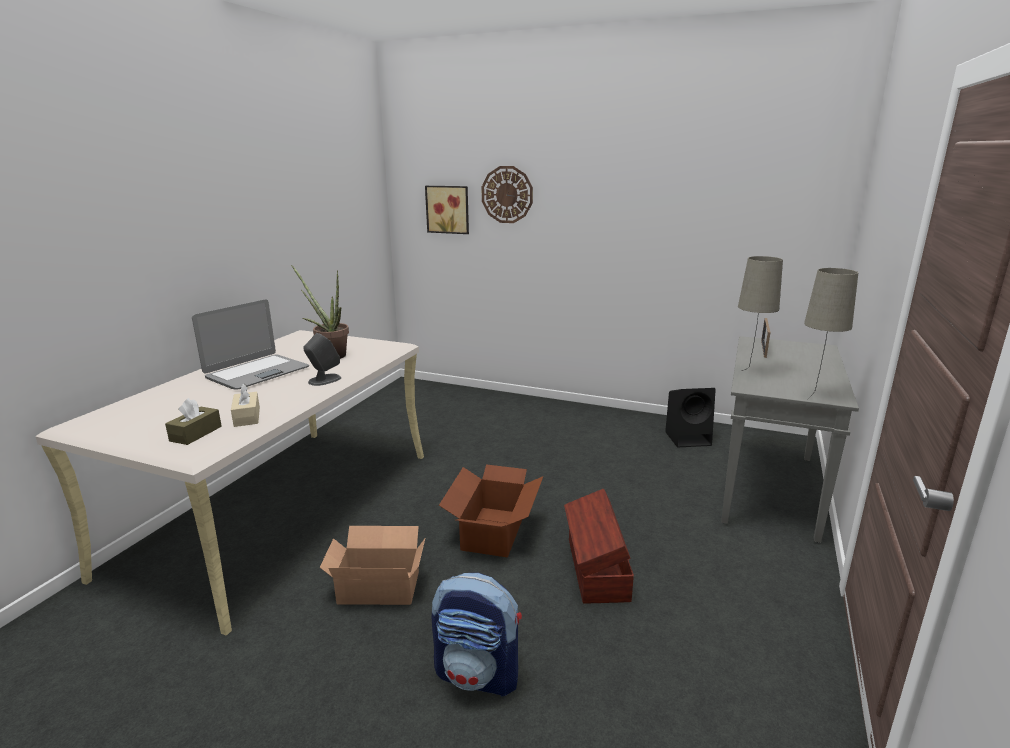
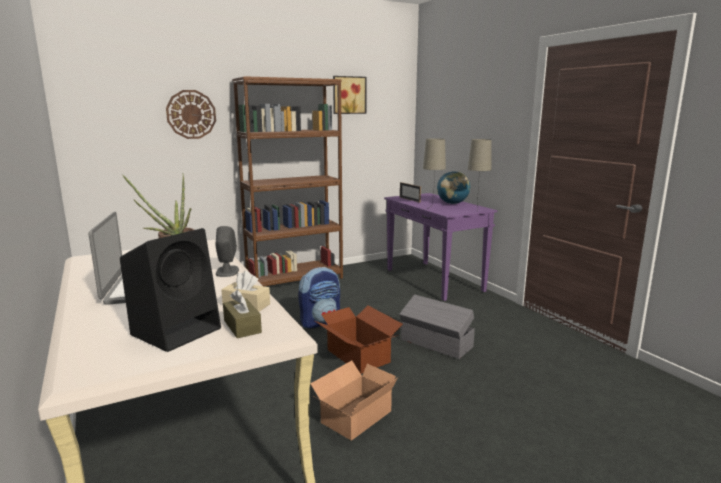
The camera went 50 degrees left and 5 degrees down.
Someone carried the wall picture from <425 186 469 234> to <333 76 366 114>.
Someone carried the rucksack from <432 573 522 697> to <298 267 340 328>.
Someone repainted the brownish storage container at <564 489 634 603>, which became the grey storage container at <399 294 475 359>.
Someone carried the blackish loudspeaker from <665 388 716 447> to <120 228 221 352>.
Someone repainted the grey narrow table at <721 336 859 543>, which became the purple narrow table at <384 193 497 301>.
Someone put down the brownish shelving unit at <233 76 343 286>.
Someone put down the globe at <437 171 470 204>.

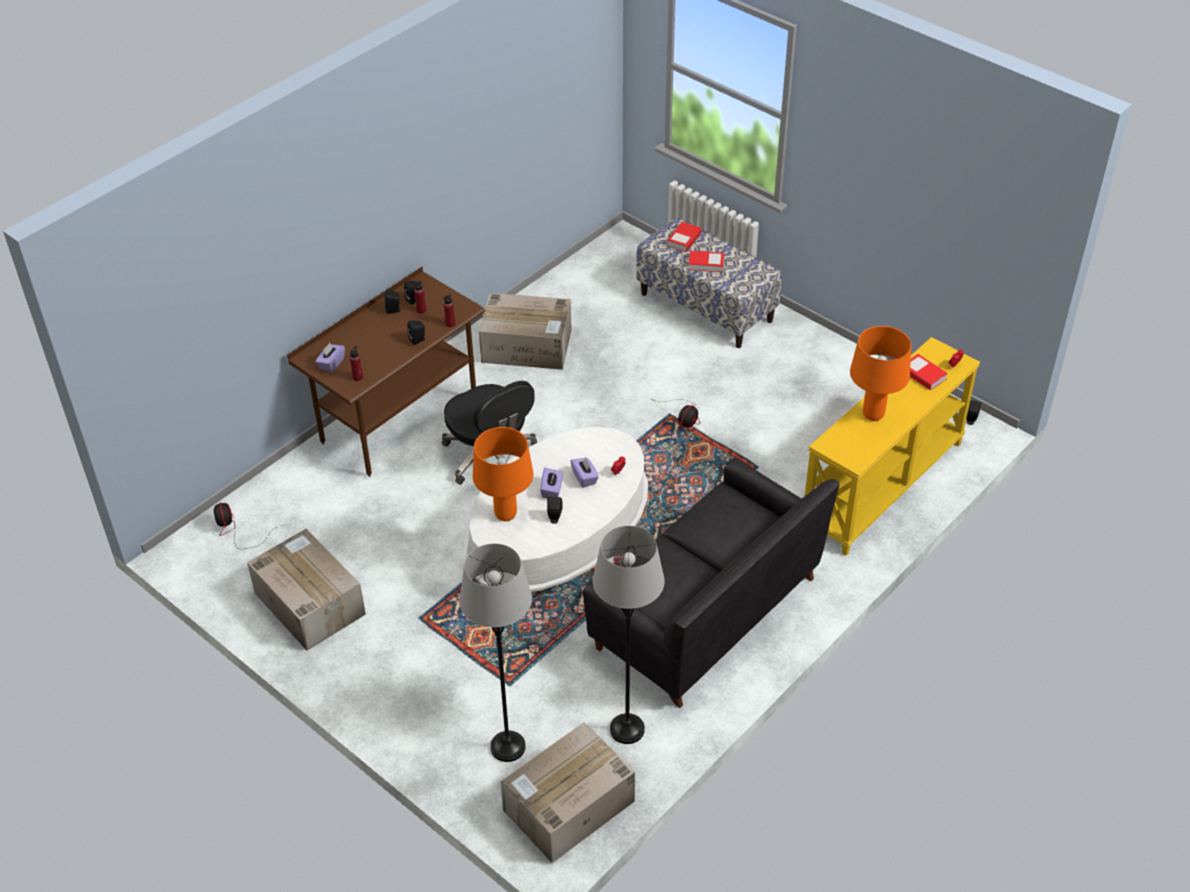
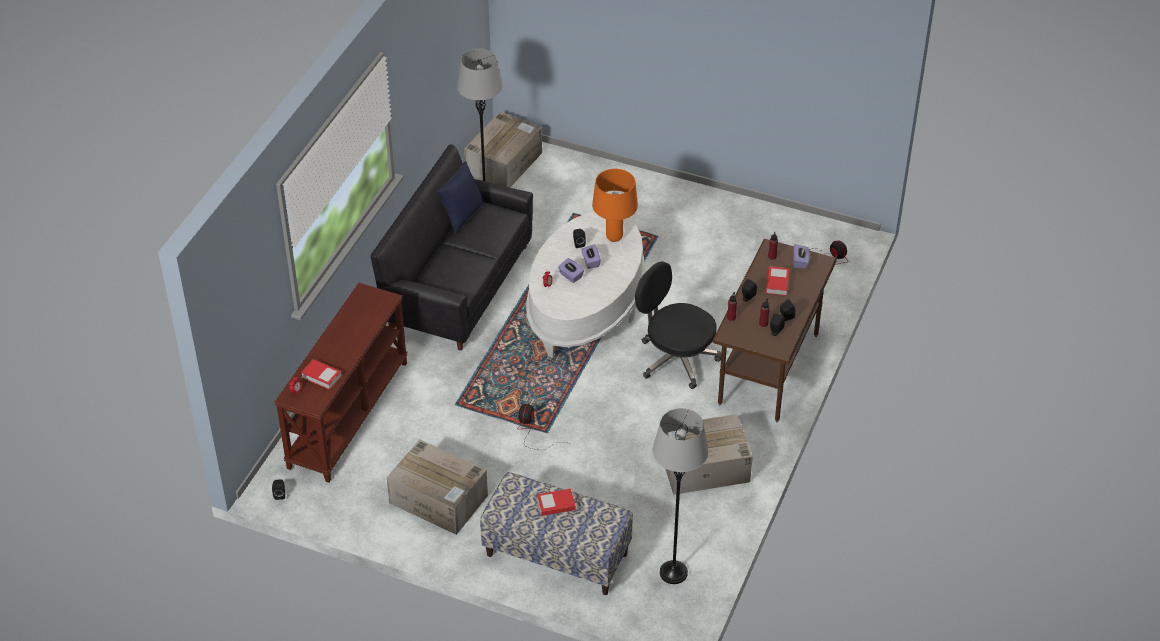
The camera went 160 degrees right and 0 degrees up.
Someone carried the cardboard box from <247 528 366 651> to <387 439 488 535>.
Someone carried the grey standing lamp from <459 544 532 762> to <653 408 708 584>.
Someone carried the volume from <667 222 702 252> to <766 266 789 296>.
Someone repainted the yellowish narrow table at <805 337 980 556>, which became the brownish narrow table at <274 283 408 483>.
Someone took away the orangey lamp for a table at <850 326 911 421>.
Someone put down the bluish pillow at <437 161 483 234>.

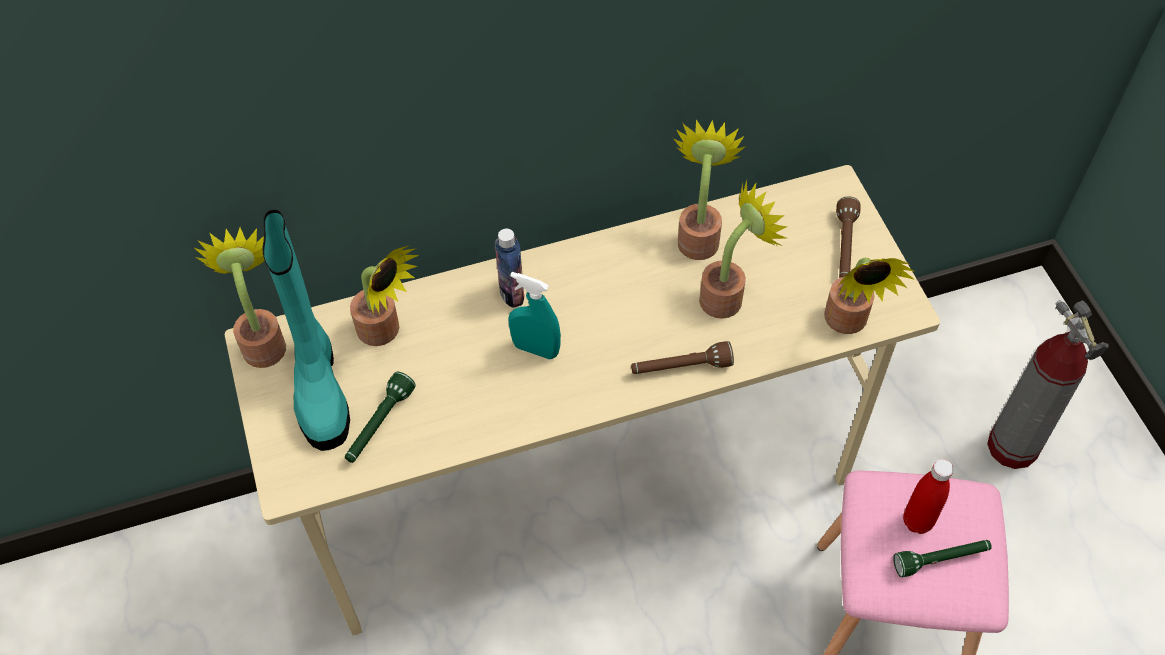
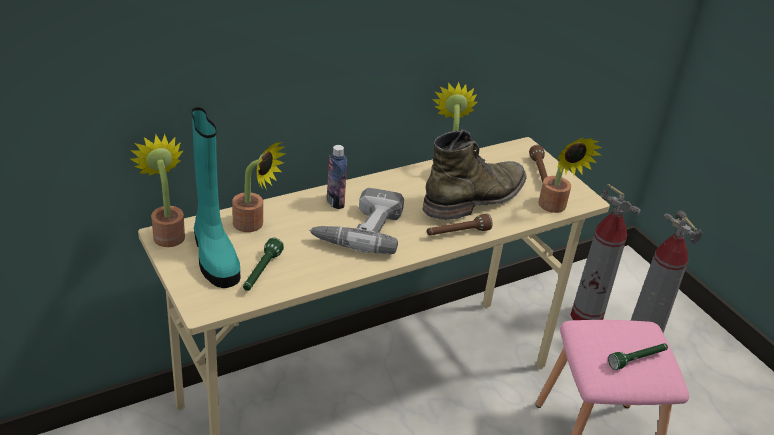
The camera went 15 degrees left and 20 degrees down.
Someone swapped the turquoise-coloured spray bottle at <508 272 561 359> for the electric drill at <309 188 404 254>.
Someone swapped the houseplant at <699 180 787 319> for the green-coloured tall boot at <423 129 527 220>.
Someone took away the red beverage bottle at <903 459 954 534>.
Someone put down the fire-fighting cylinder at <570 184 641 320>.

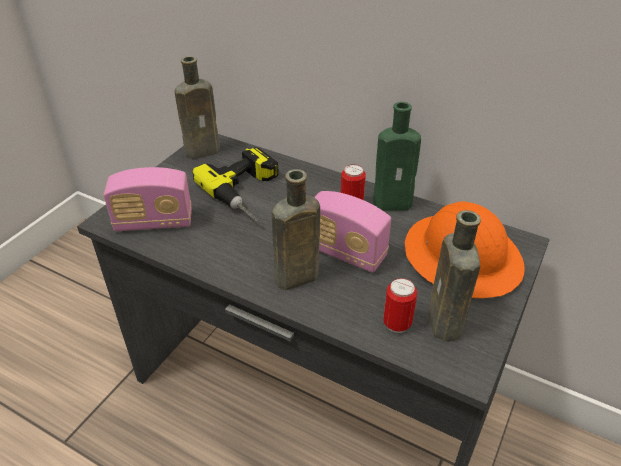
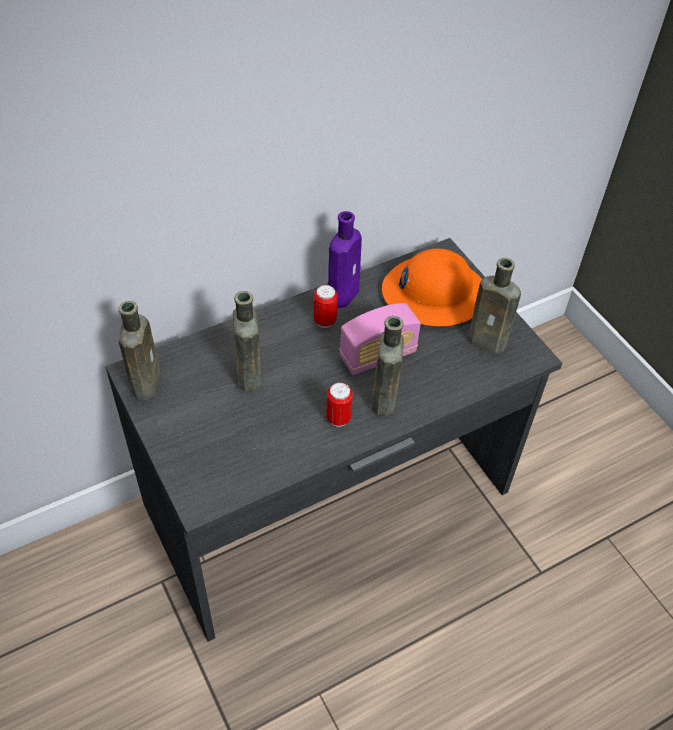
The camera went 60 degrees left and 10 degrees up.
Someone took away the radio at <104 167 192 231>.
Someone swapped the electric drill at <192 147 279 223> for the brownish beverage bottle at <233 291 261 392>.
Someone repainted the green-coloured beverage bottle at <373 102 421 211>, which became the purple beverage bottle at <328 211 362 308>.
Someone carried the metal can from <383 278 417 333> to <326 382 353 427>.

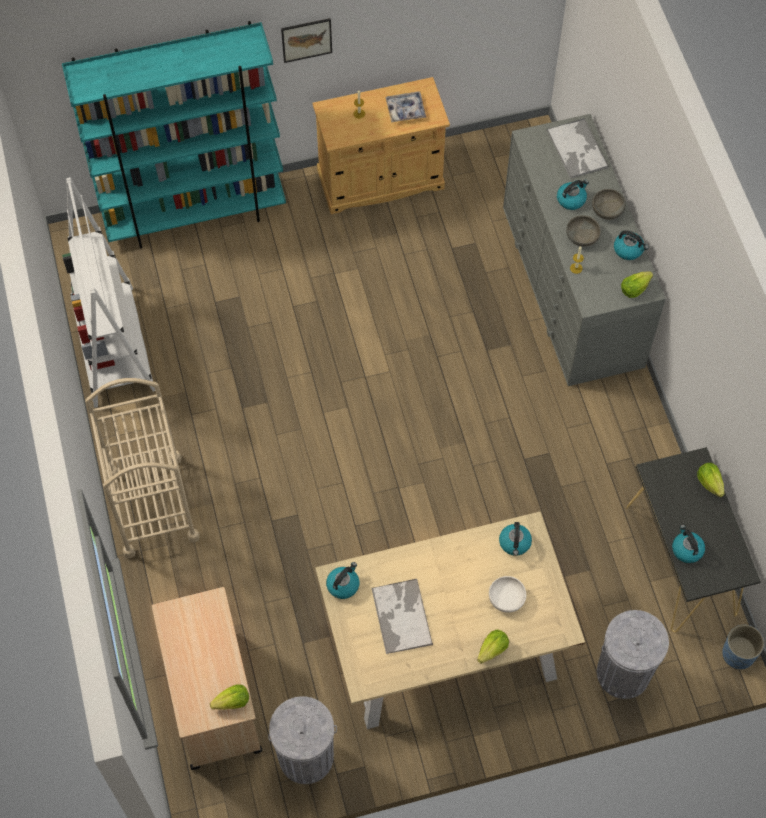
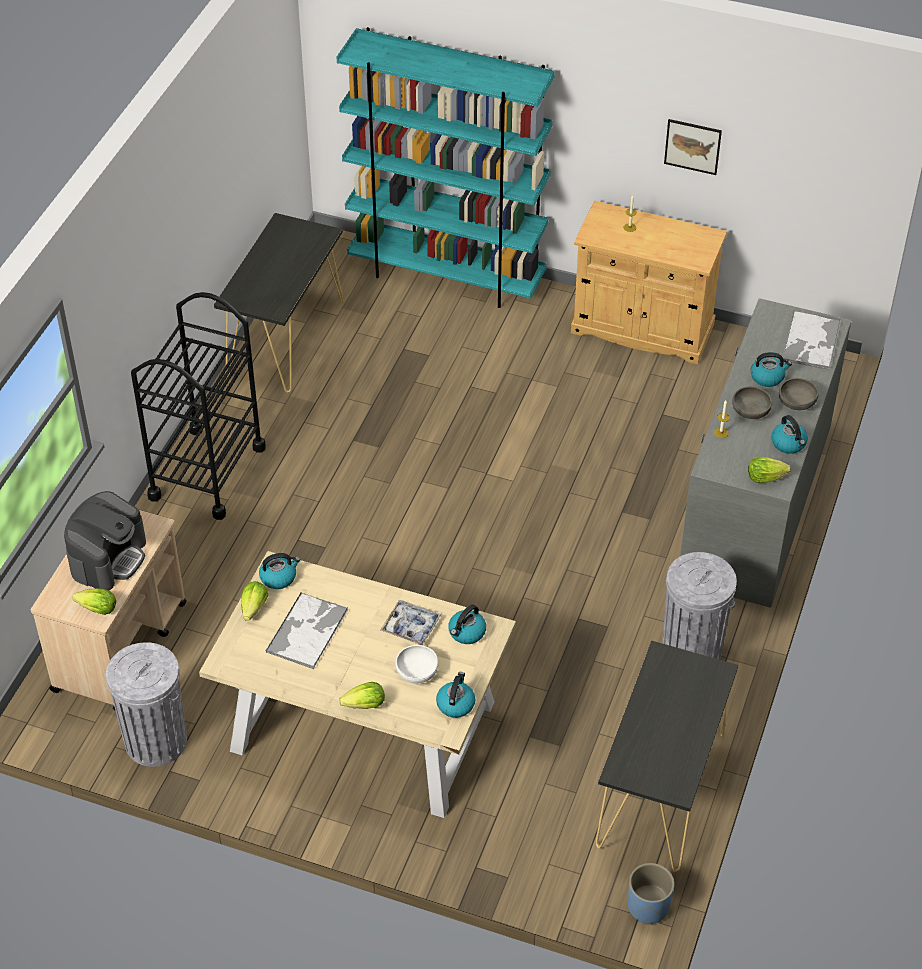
The camera went 35 degrees right and 15 degrees down.
Someone swapped the white shelving unit at <62 177 155 408> for the blackish narrow table at <214 213 344 393>.
Someone repainted the beige wheeled cart at <85 378 200 558>, which became the blackish wheeled cart at <131 292 266 520>.
Someone carried the wall picture from <281 18 332 63> to <664 119 722 175>.
Someone carried the carrying tray from <386 91 426 123> to <380 600 442 645>.
Someone carried the grey trash can from <597 610 669 699> to <662 552 737 660>.
Someone carried the kettle from <672 525 705 563> to <436 672 475 718>.
Someone carried the head of lettuce from <697 463 724 497> to <241 581 268 621>.
Someone put down the coffee machine at <64 491 146 590>.

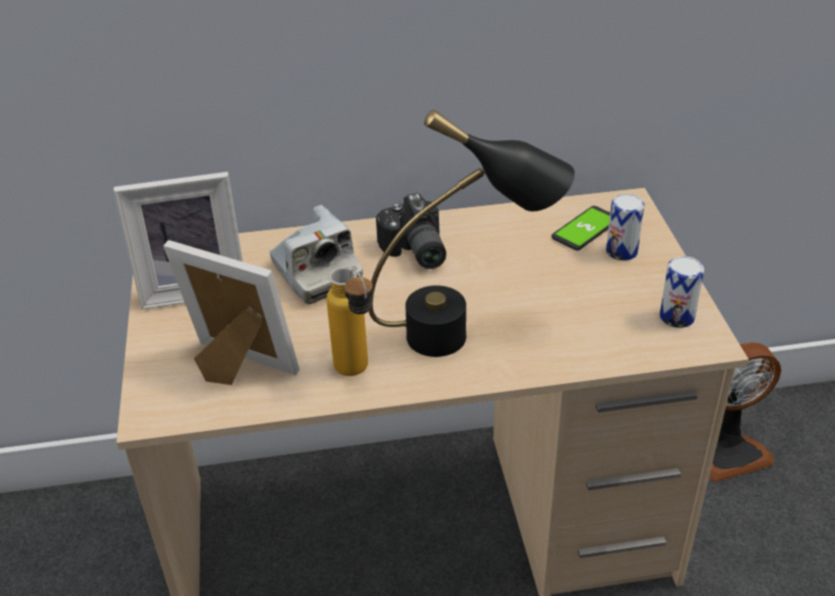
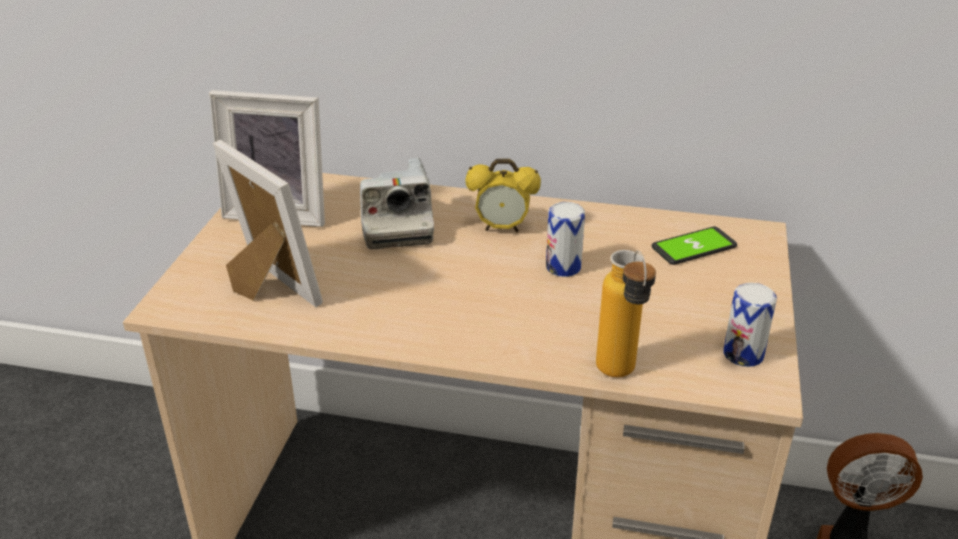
The camera went 20 degrees right and 5 degrees down.
Someone carried the beverage bottle from <326 267 373 376> to <596 250 656 377>.
Someone took away the blackish lamp for a table at <369 110 575 357>.
Someone swapped the photo camera at <376 193 446 269> for the bedside clock at <466 159 541 233>.
Someone carried the metal can from <606 194 645 261> to <546 202 585 277>.

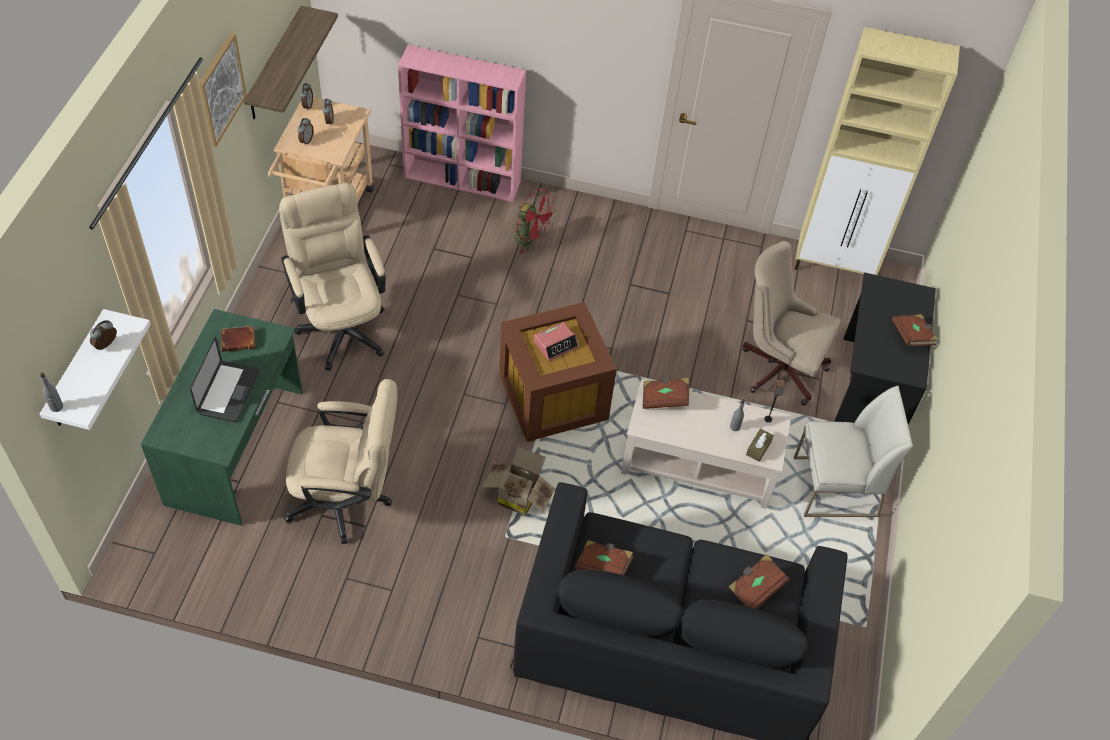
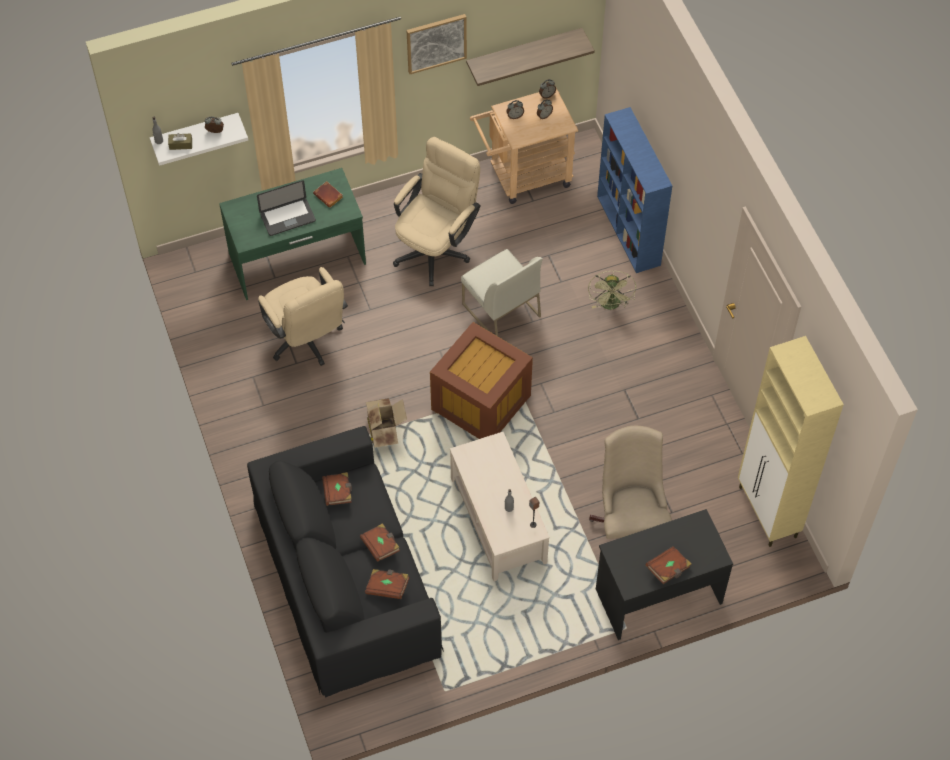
The camera went 60 degrees right and 5 degrees up.
Someone repainted the pinkish shelving unit at <398 45 526 202>, which became the bluish shelving unit at <597 107 672 273>.
Someone repainted the red fan at <513 188 557 254>, which became the green-coloured fan at <588 270 636 310>.
Someone took away the bedside clock at <534 322 579 361>.
Someone carried the brownish volume from <643 377 690 409> to <360 523 400 562>.
Someone carried the brownish tissue box from <746 429 774 462> to <168 133 192 150>.
Someone carried the white upright chair from <794 386 913 517> to <461 249 543 336>.

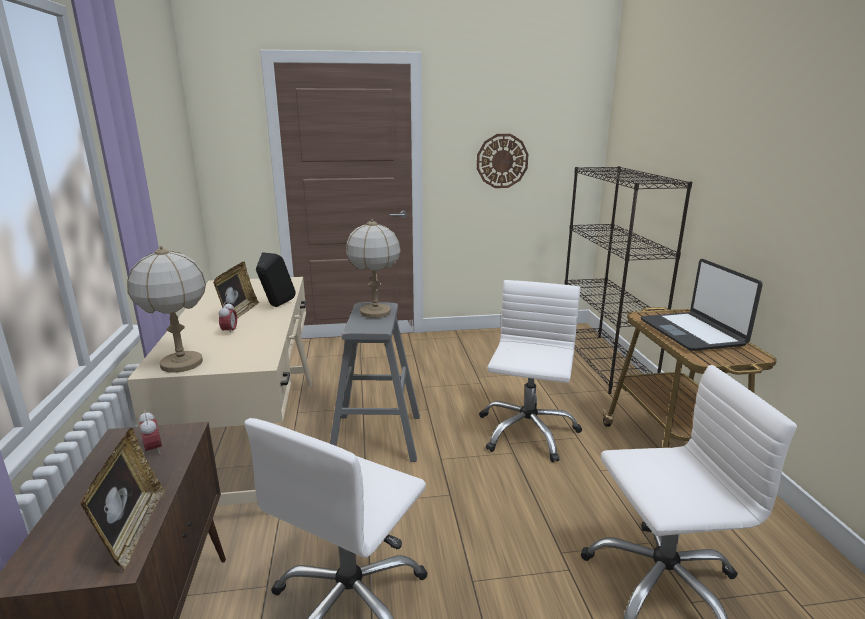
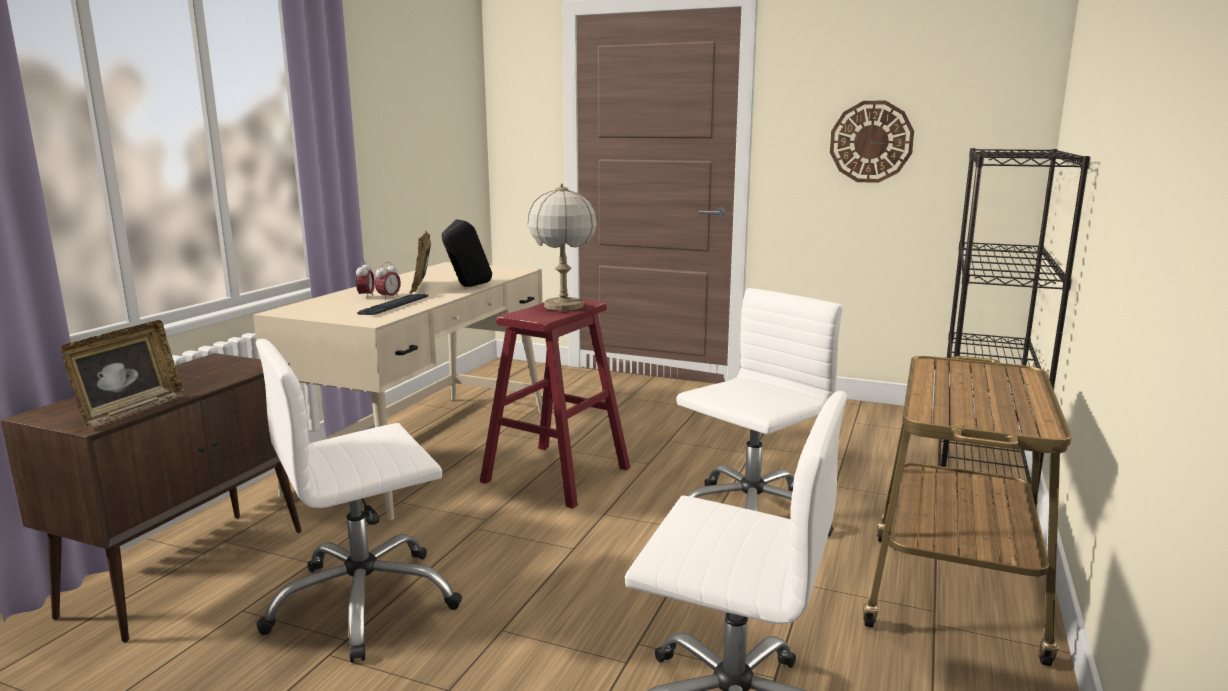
The camera went 30 degrees right and 5 degrees down.
Someone took away the lamp for a table at <127 246 206 373>.
Someone carried the bedside clock from <139 410 162 455> to <356 261 375 297>.
Someone rotated the picture frame at <213 262 259 319> by 135 degrees clockwise.
Someone repainted the grey sitting stool at <330 303 420 462>, which became the red sitting stool at <480 299 630 509>.
Someone took away the laptop at <641 259 763 351>.
Someone put down the keyboard at <357 294 428 315>.

